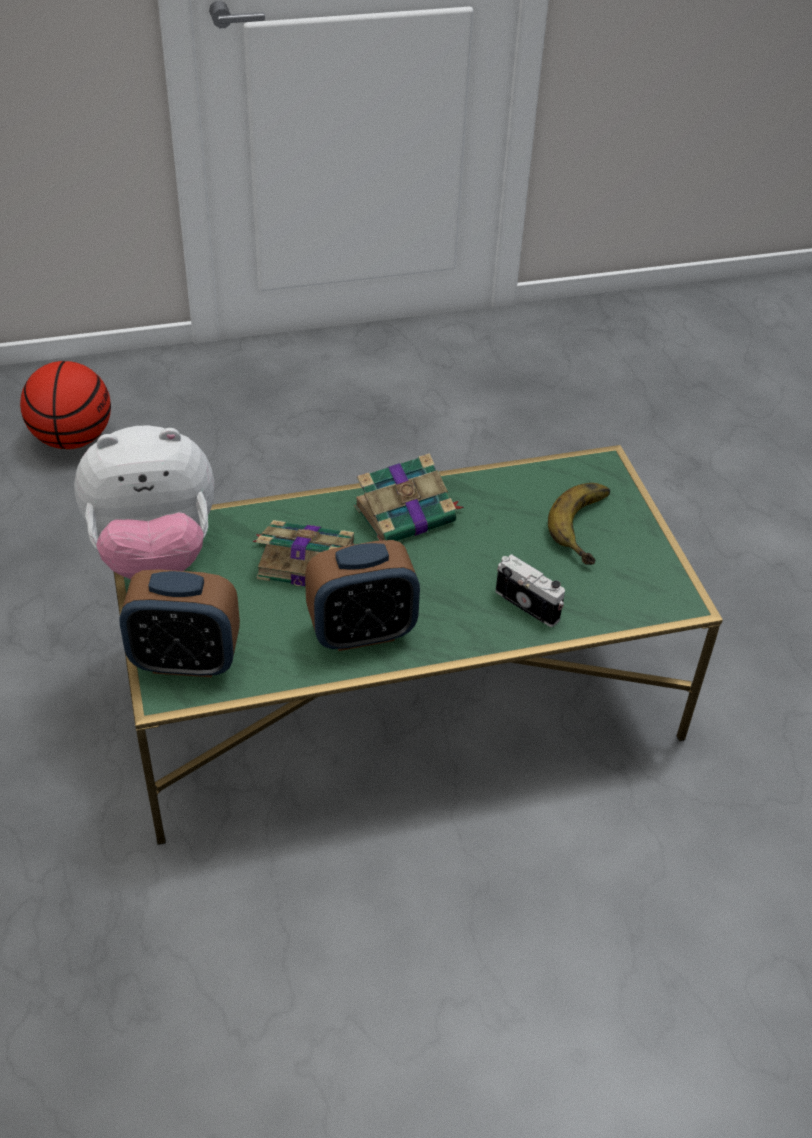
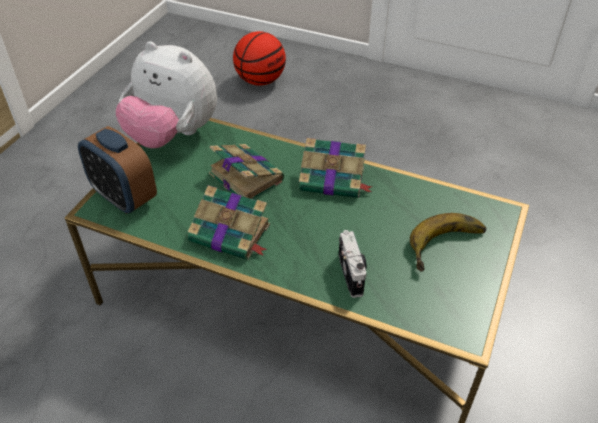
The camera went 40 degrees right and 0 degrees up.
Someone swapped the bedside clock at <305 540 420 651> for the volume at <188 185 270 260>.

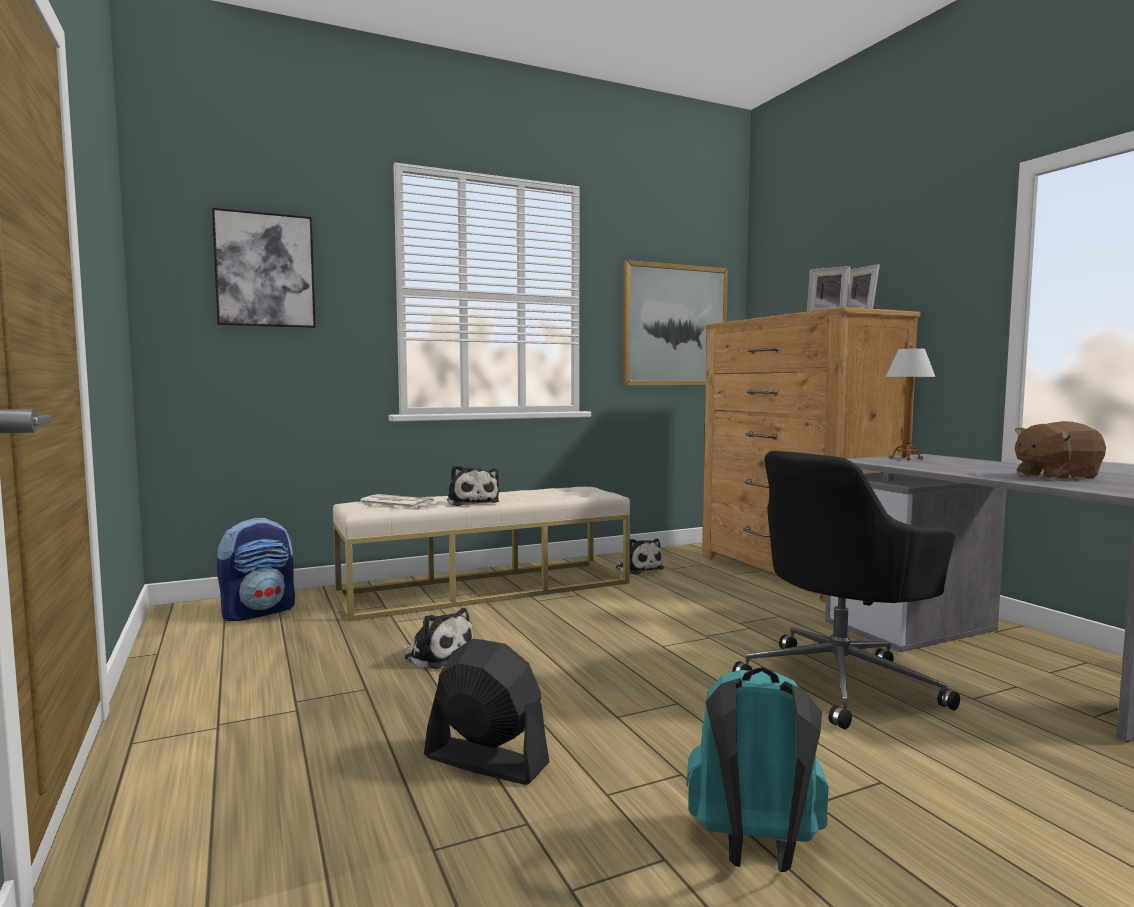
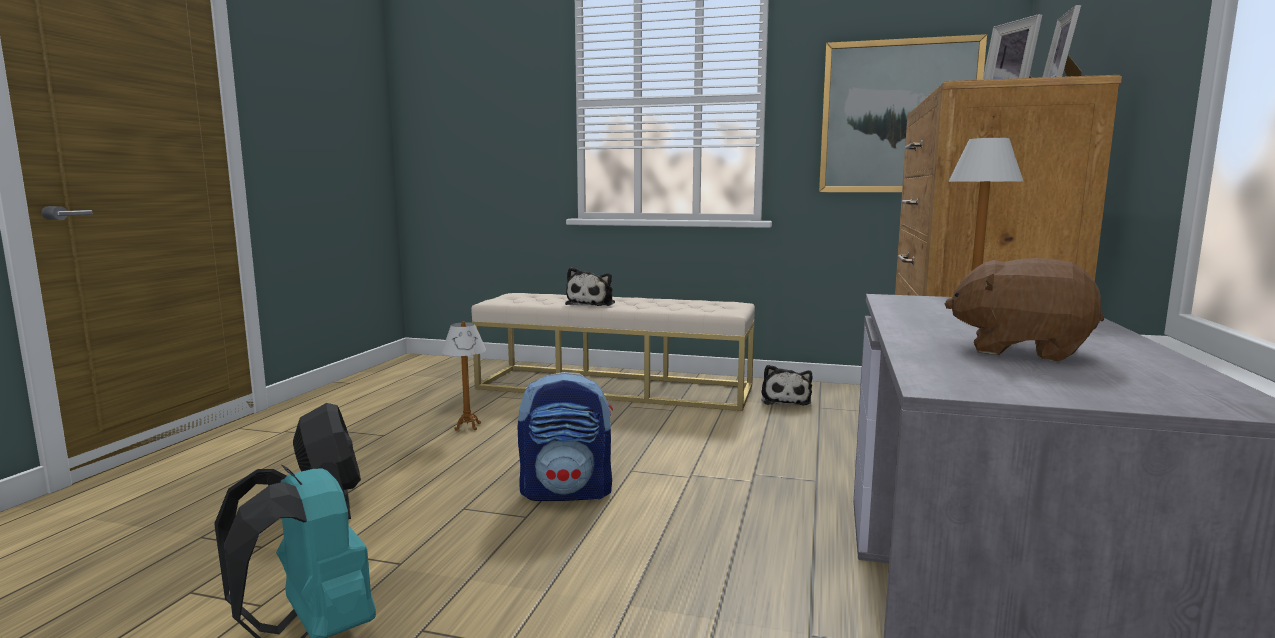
The camera went 40 degrees right and 5 degrees up.
Someone took away the wall picture at <212 208 316 328>.
Someone carried the rucksack from <217 518 295 621> to <518 372 613 501>.
Someone took away the newspaper at <359 494 434 508>.
Someone swapped the cuddly toy at <402 608 474 669> for the lamp for a table at <442 321 486 431>.
Someone took away the blackish desk chair at <733 451 960 729>.

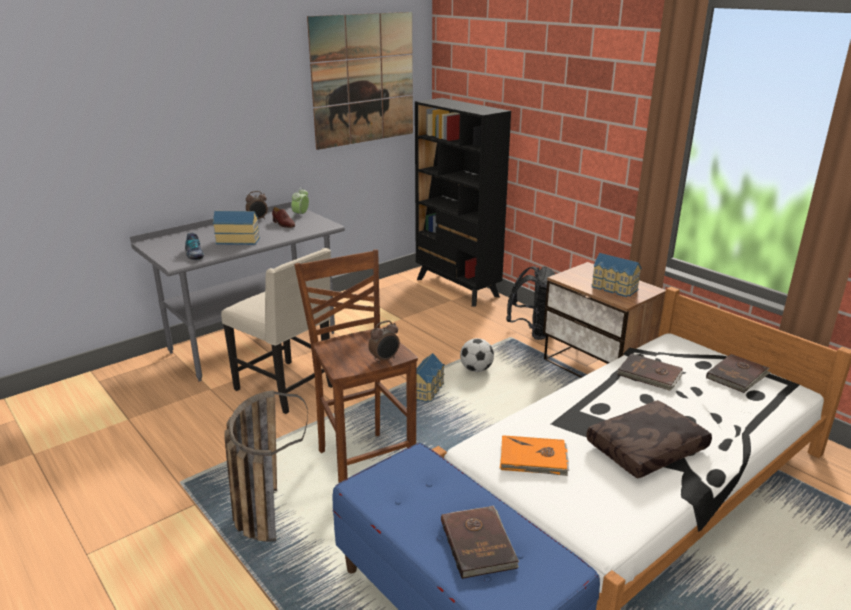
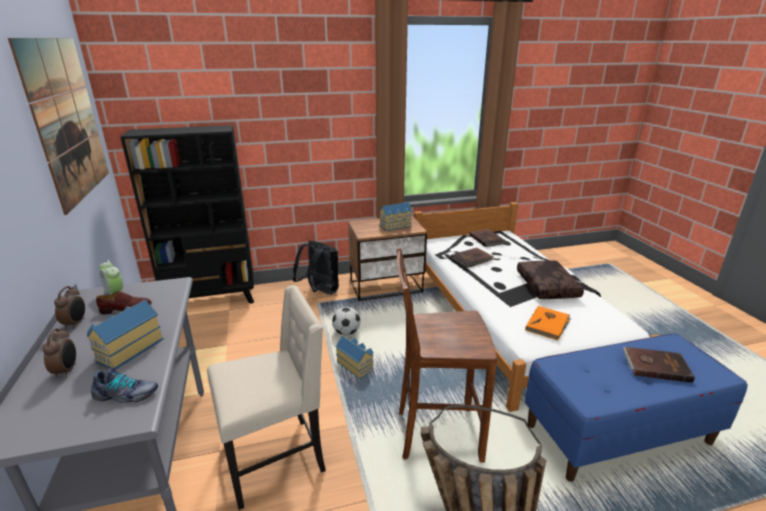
The camera went 65 degrees left and 0 degrees up.
Someone carried the bedside clock from <368 320 400 364> to <43 328 76 377>.

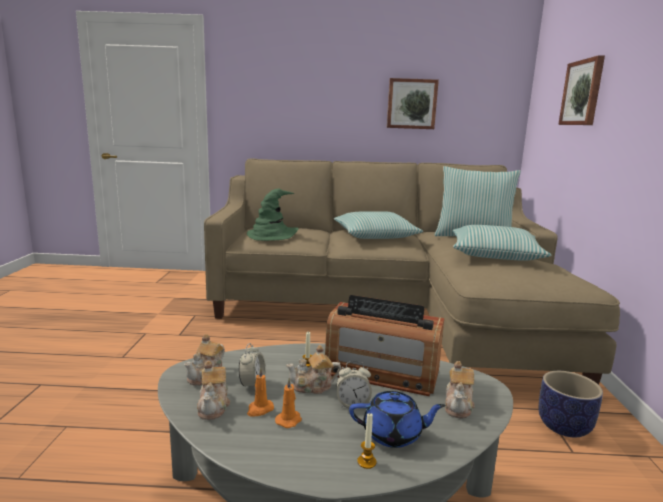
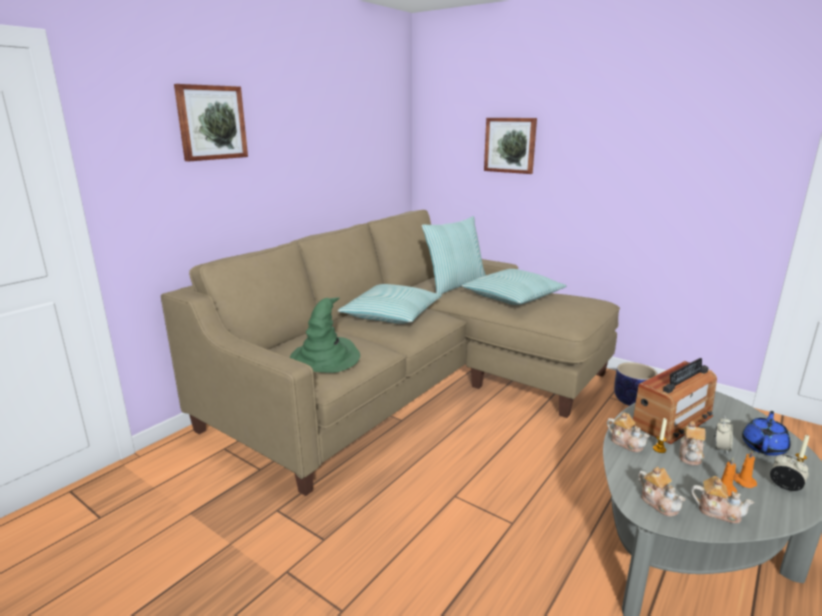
The camera went 55 degrees left and 5 degrees up.
Someone carried the bedside clock from <239 343 266 389> to <770 454 809 491>.
Someone carried the wall picture from <387 78 439 129> to <174 84 248 161>.
Someone carried the teapot from <445 361 474 418> to <607 412 650 453>.

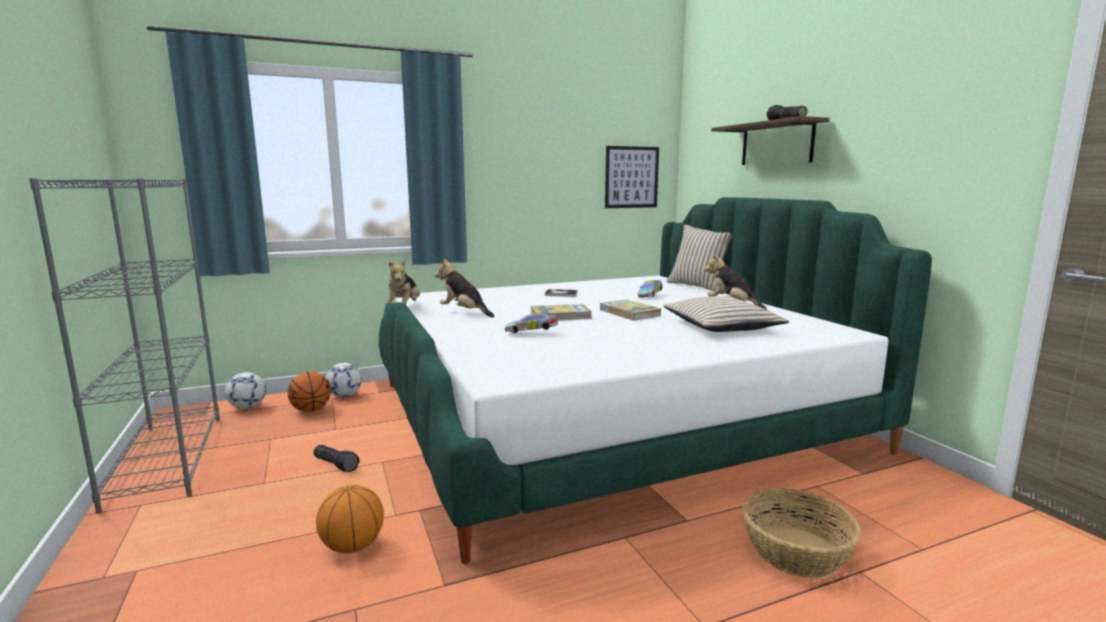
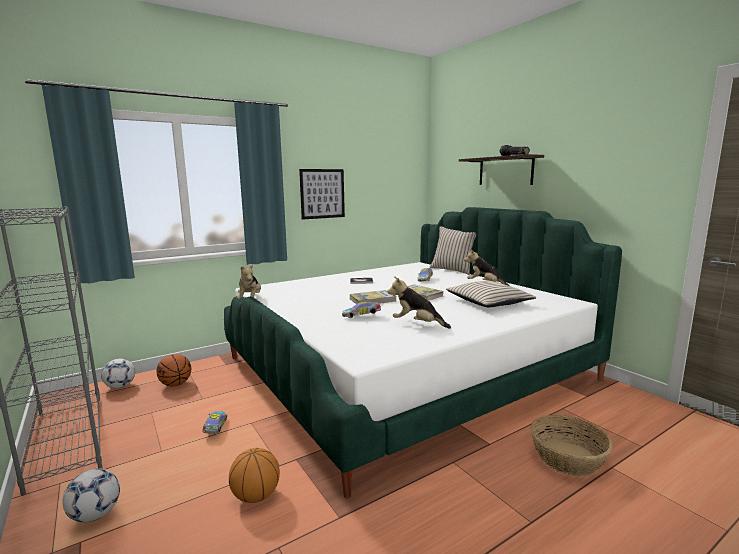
The camera went 10 degrees left and 0 degrees up.
Someone swapped the flashlight at <313 445 360 472> for the model car at <202 411 227 434>.
Someone carried the football ball from <326 363 362 397> to <62 468 120 523>.
Someone carried the cuddly toy from <435 259 495 318> to <388 276 451 329>.
Someone carried the wall picture from <605 146 659 208> to <299 169 345 220>.

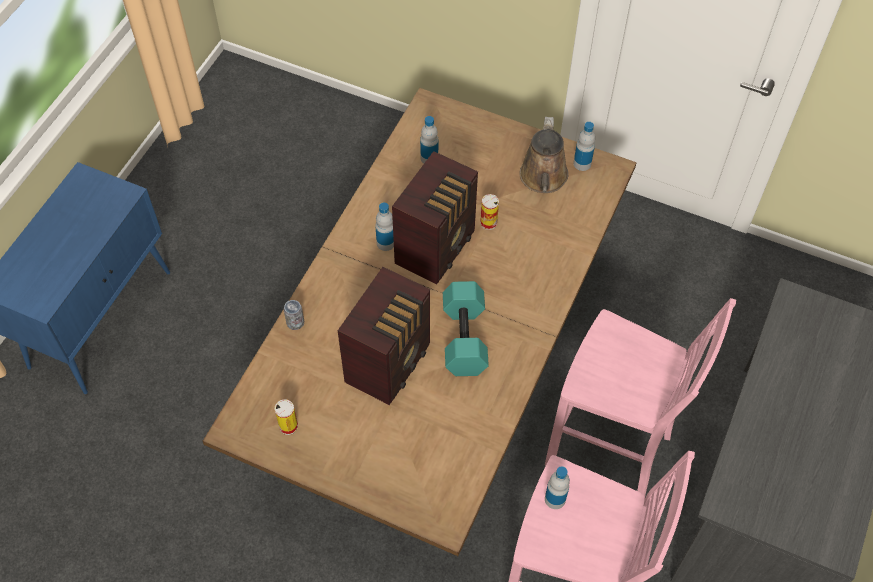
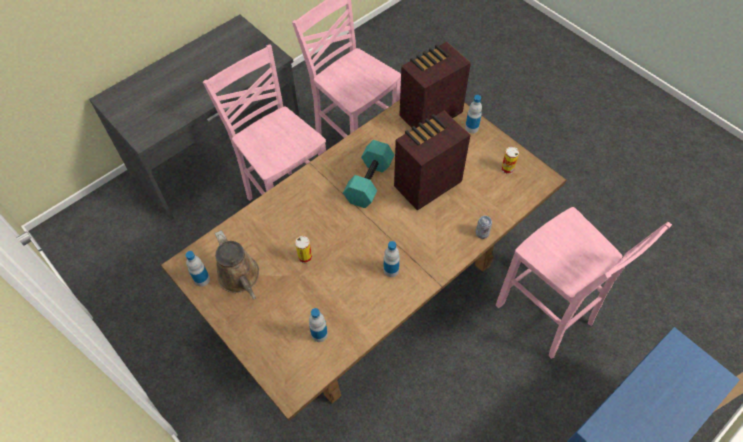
The camera went 155 degrees left and 0 degrees up.
Someone carried the radio from <392 151 478 284> to <399 42 471 128>.
Someone rotated the brownish sprinkling can at <519 117 568 193> by 120 degrees clockwise.
Someone carried the beverage bottle from <545 466 570 509> to <465 95 482 133>.
Someone put down the pinkish sitting stool at <496 207 672 359>.

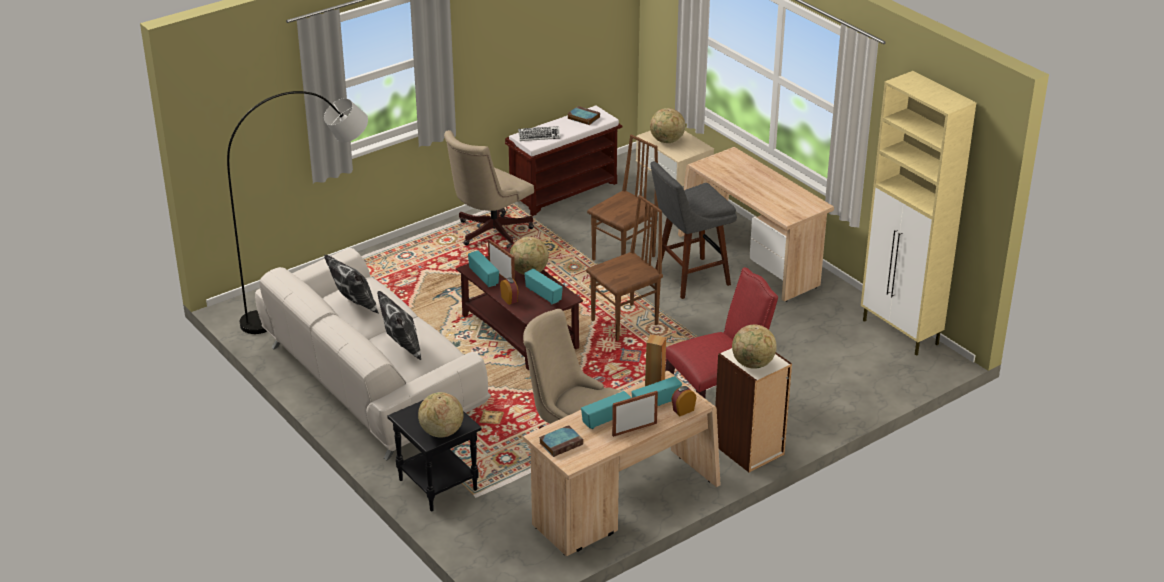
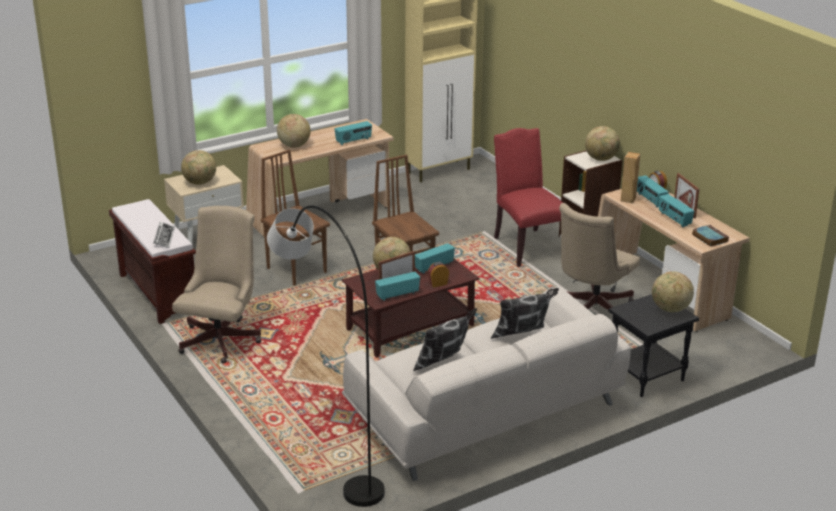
The camera went 85 degrees left and 5 degrees down.
Someone rotated the beige desk chair at <444 130 534 248> by 120 degrees counterclockwise.
Someone took away the volume at <567 106 600 125>.
Someone took away the grey sitting stool at <650 161 737 299>.
Someone put down the globe at <277 114 311 148>.
Someone put down the radio at <335 121 372 145>.

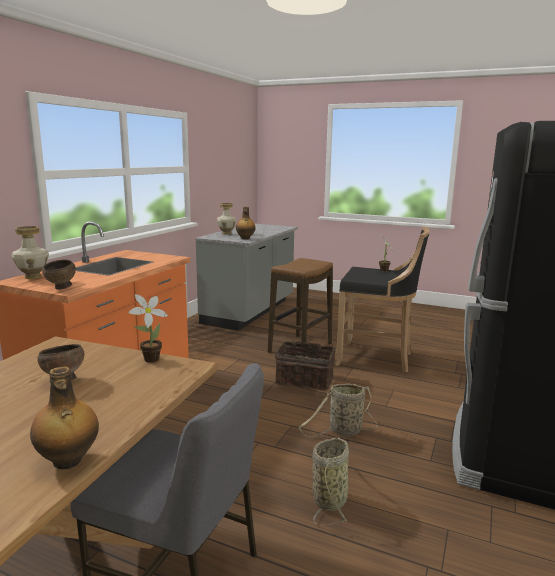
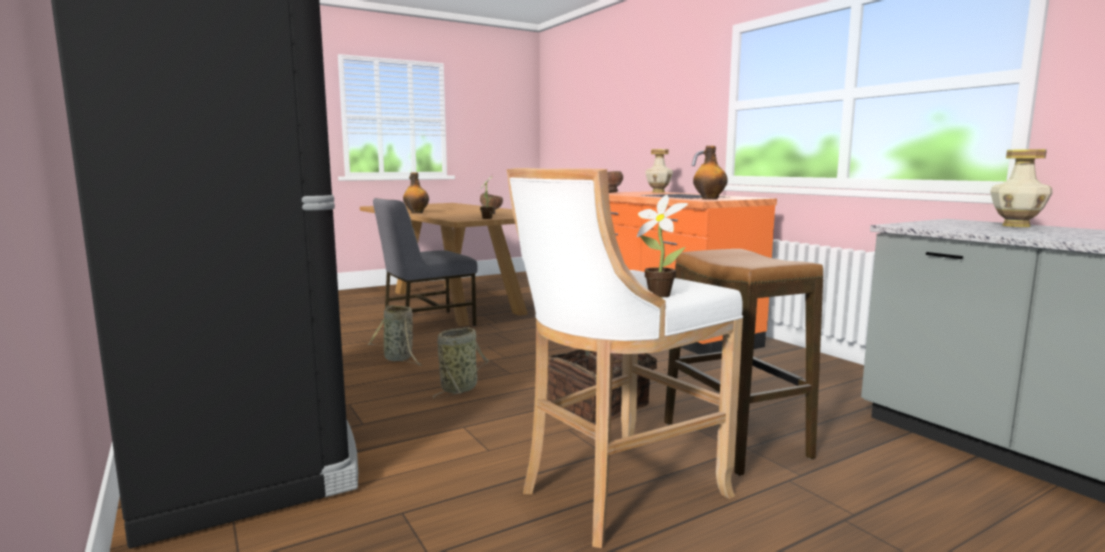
The camera went 125 degrees right and 5 degrees down.
Someone carried the beverage bottle from <236 207 256 240> to <693 146 728 200>.
Someone repainted the blackish sitting stool at <335 227 430 372>, which became the white sitting stool at <507 168 743 548>.

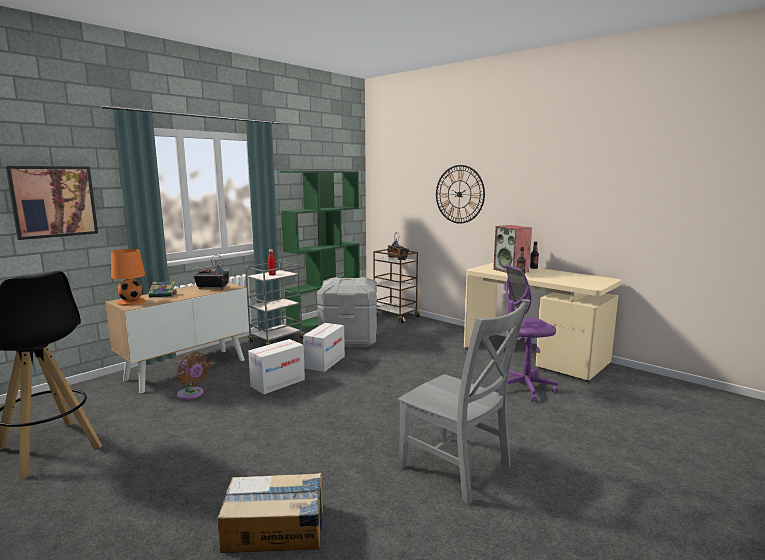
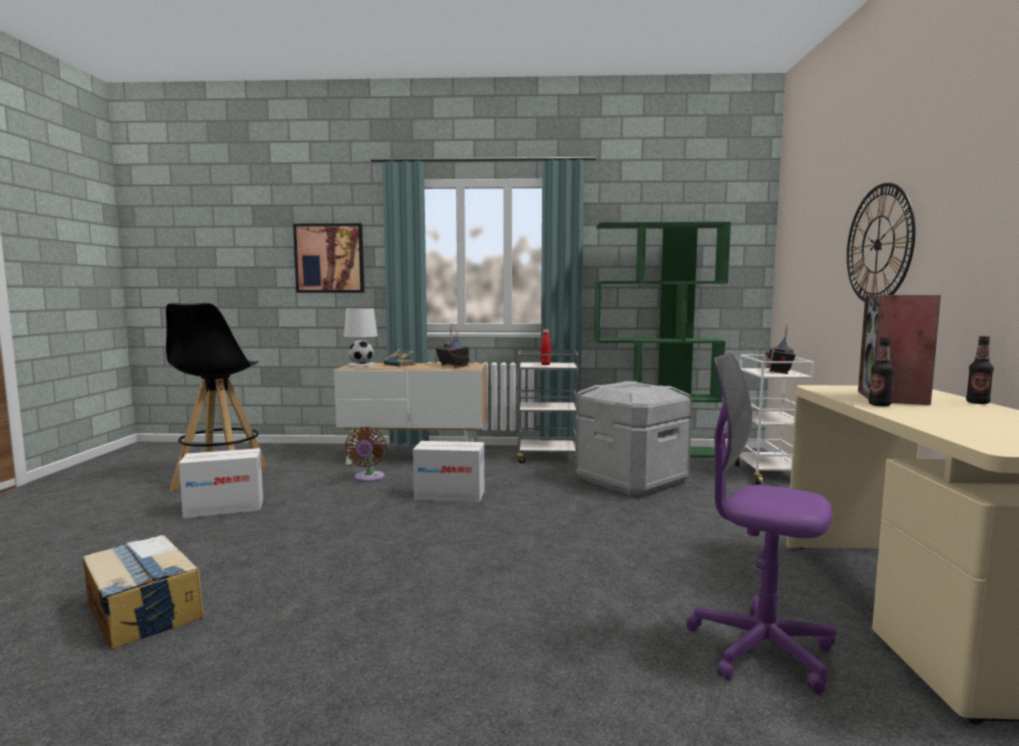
The camera went 50 degrees right and 5 degrees down.
Someone repainted the orangey lamp for a table at <111 249 146 306>, which became the white lamp for a table at <344 308 378 367>.
Someone carried the cardboard box from <303 323 345 372> to <179 448 263 518>.
Someone repainted the brownish wheeled cart at <373 249 422 323>, which became the white wheeled cart at <734 355 814 484>.
Someone took away the grey upright chair at <398 299 530 504>.

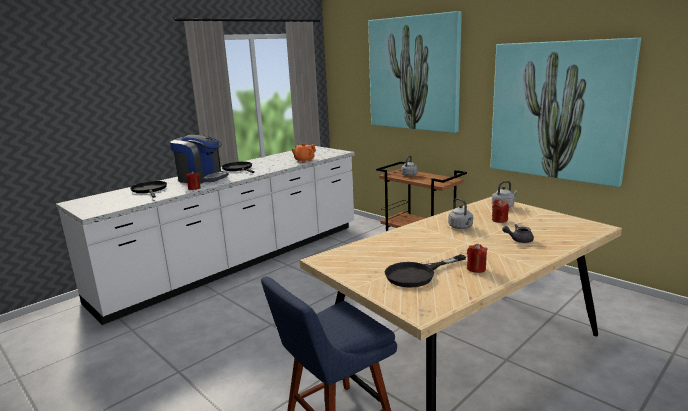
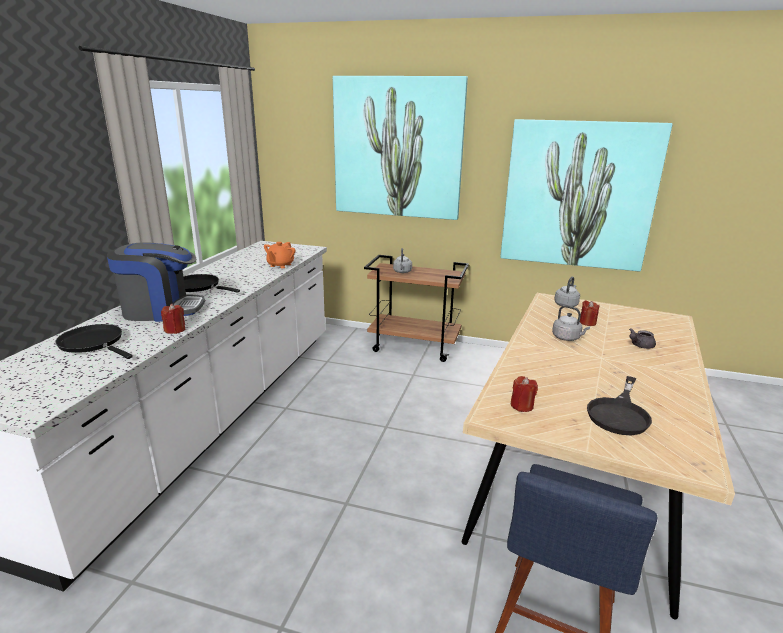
The camera went 30 degrees left and 5 degrees up.
Someone carried the red wax light from <467 244 488 273> to <511 376 538 412>.

